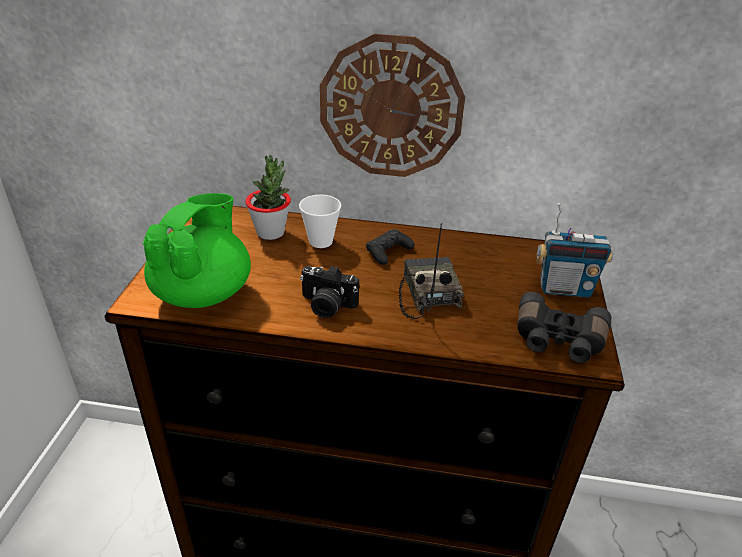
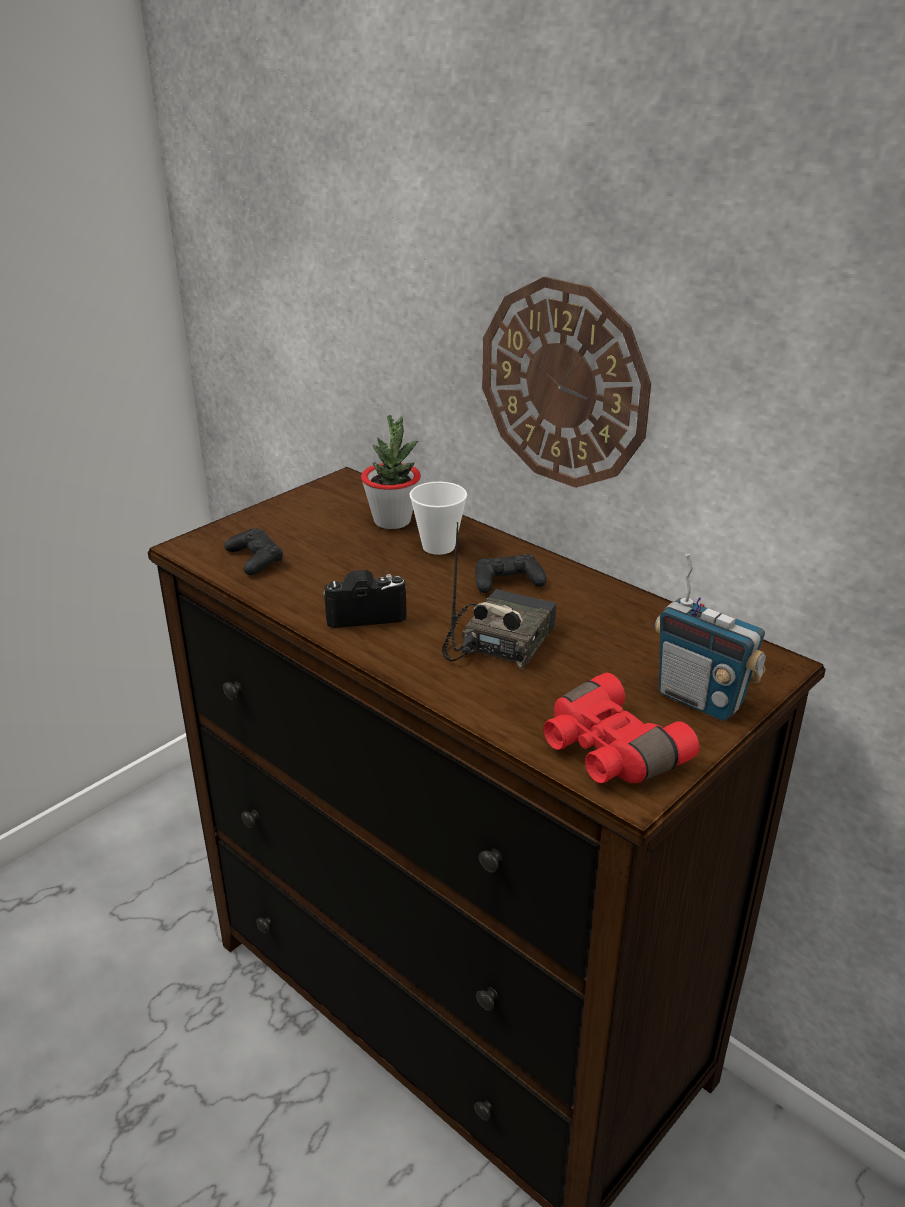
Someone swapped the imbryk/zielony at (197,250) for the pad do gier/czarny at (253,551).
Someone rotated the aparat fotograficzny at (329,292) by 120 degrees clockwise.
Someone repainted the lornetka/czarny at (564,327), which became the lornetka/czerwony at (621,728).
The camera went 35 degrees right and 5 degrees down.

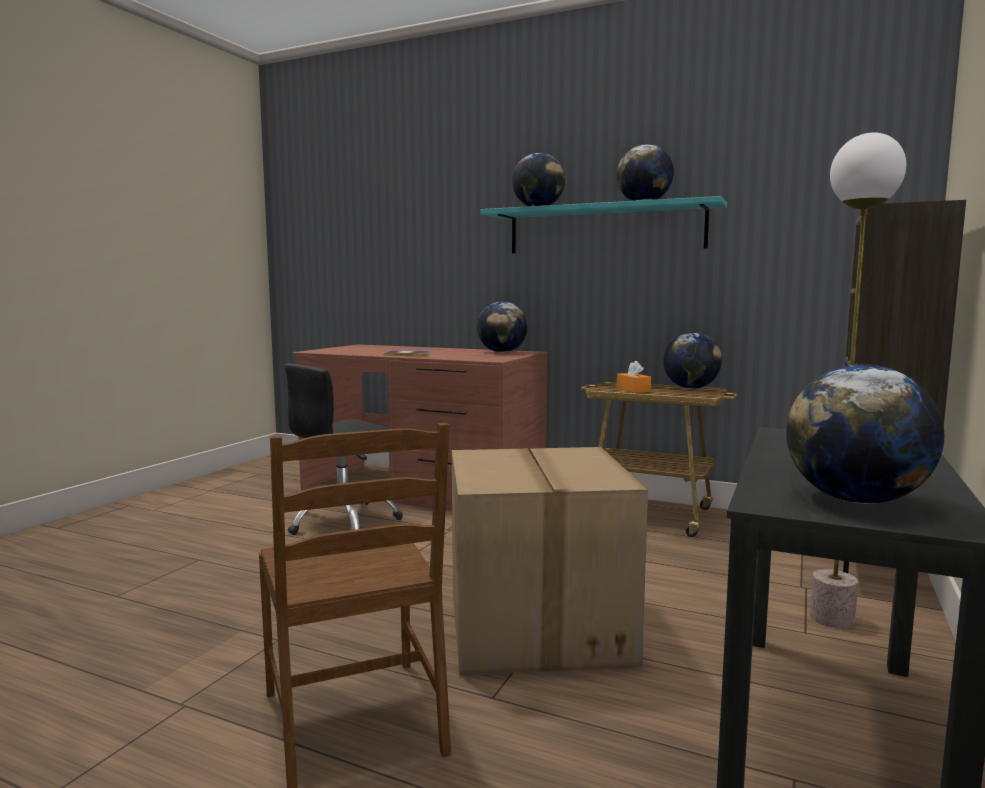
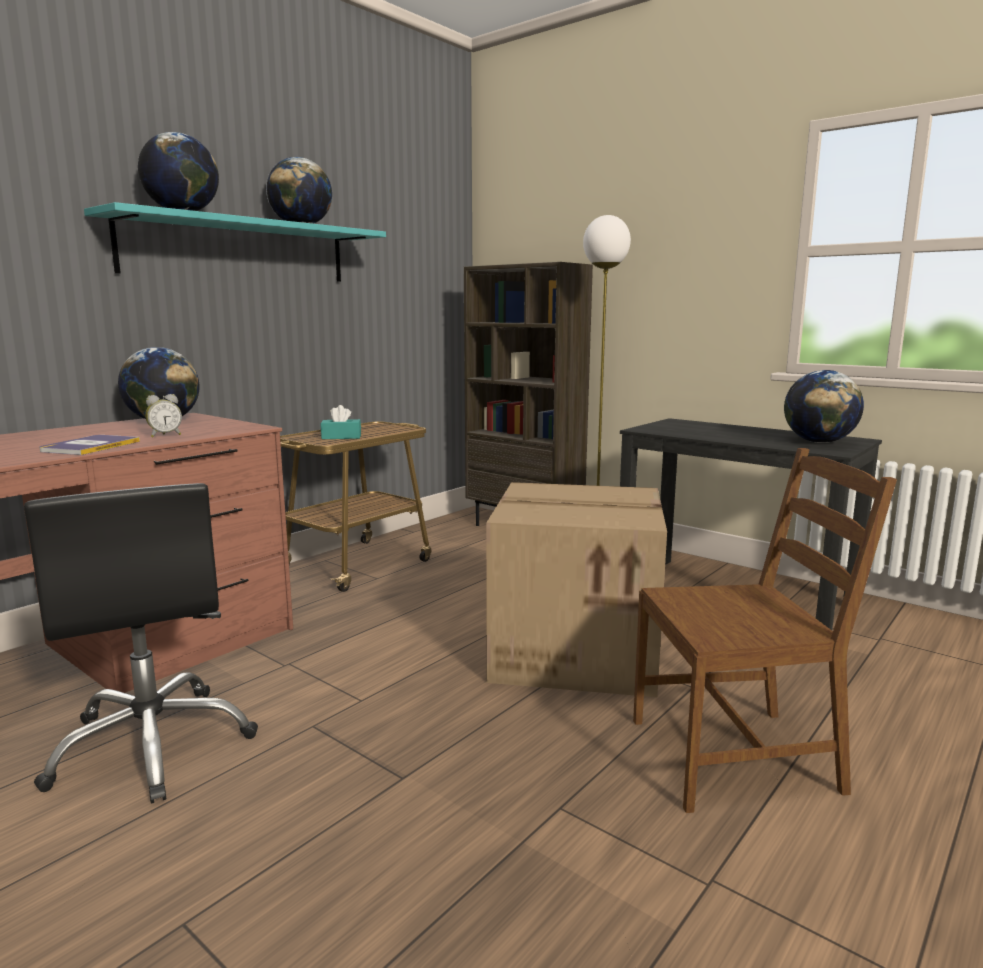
Someone repainted the pudełko chusteczek/pomarańczowy at (634,377), which became the pudełko chusteczek/turkusowy at (341,422).
Someone took away the globus at (692,360).
Someone put down the budzik at (163,415).
The camera went 75 degrees left and 5 degrees up.

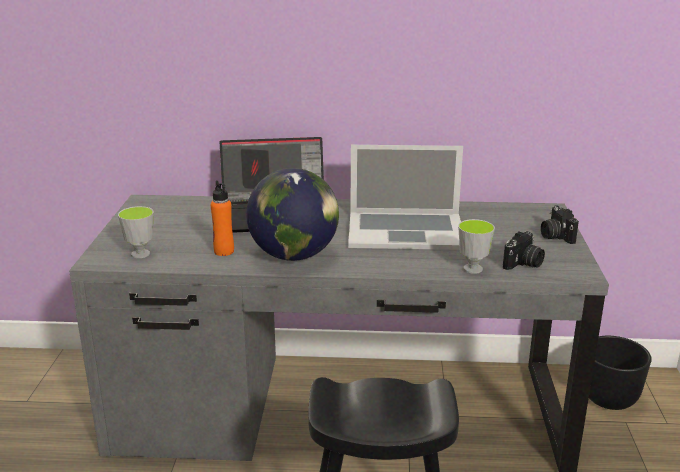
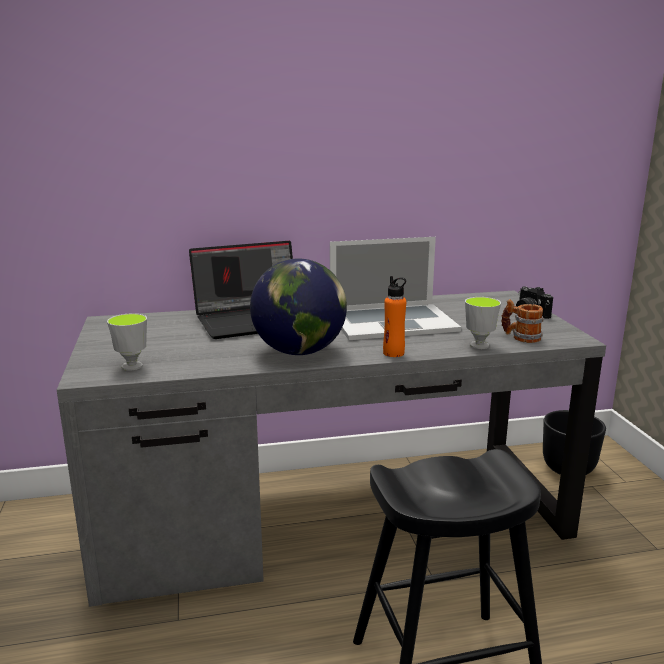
Someone carried the butelka/pomarańczowy from (222,218) to (394,316).
Someone swapped the aparat fotograficzny at (524,250) for the kubek at (522,321).
The camera went 15 degrees left and 5 degrees down.

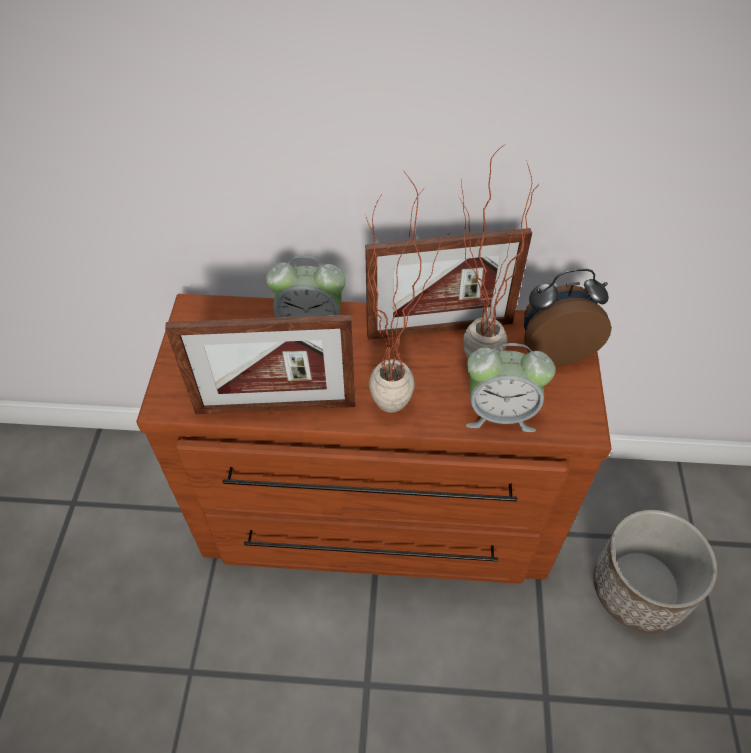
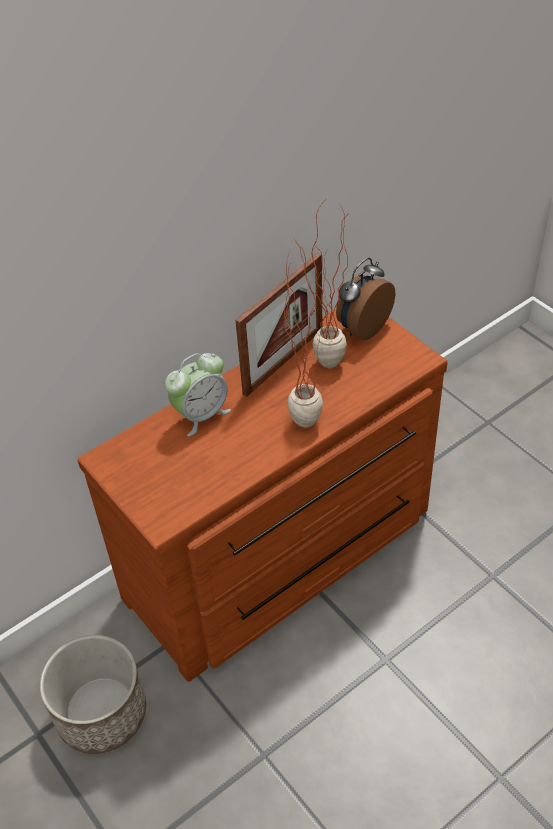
Someone took away the ramka na zdjęcie at (260,364).
Someone took away the budzik at (510,387).
Someone carried the donica from (655,571) to (93,694).
The camera went 40 degrees left and 5 degrees down.

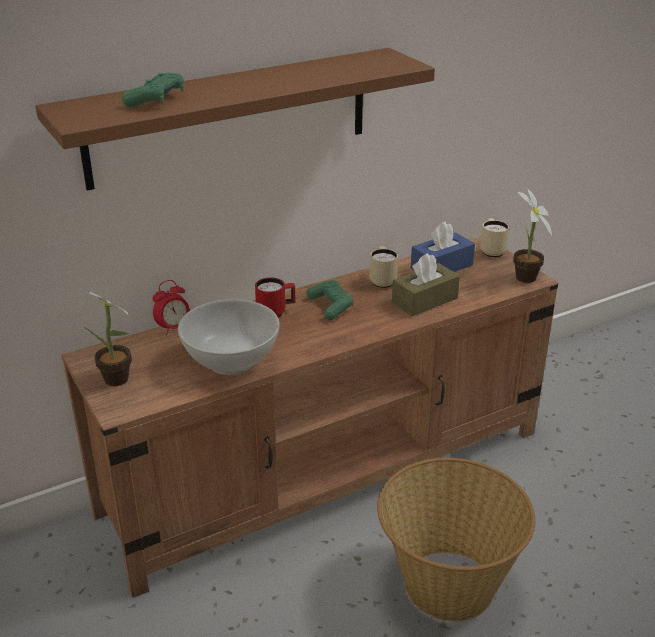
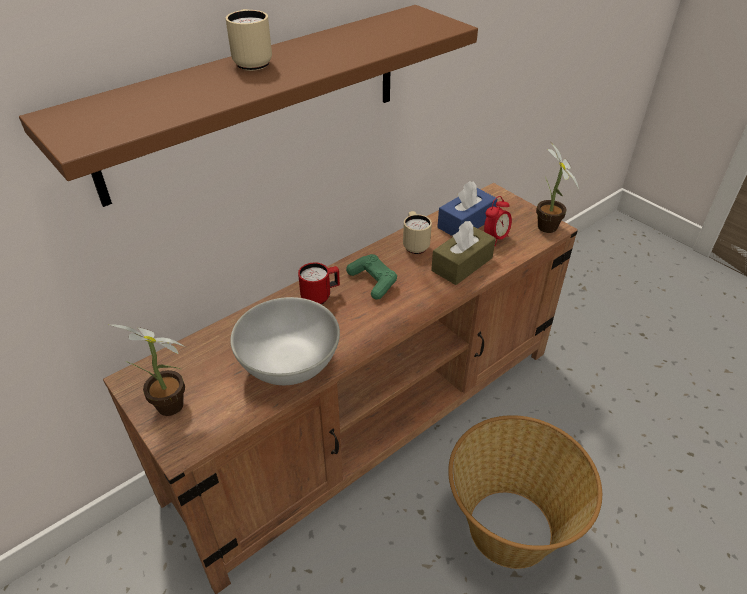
Someone took away the pad do gier/zielony at (153,90).
Someone carried the budzik from (171,308) to (498,221).
Someone carried the kubek/beżowy from (494,237) to (249,40).
The camera went 10 degrees left and 10 degrees up.

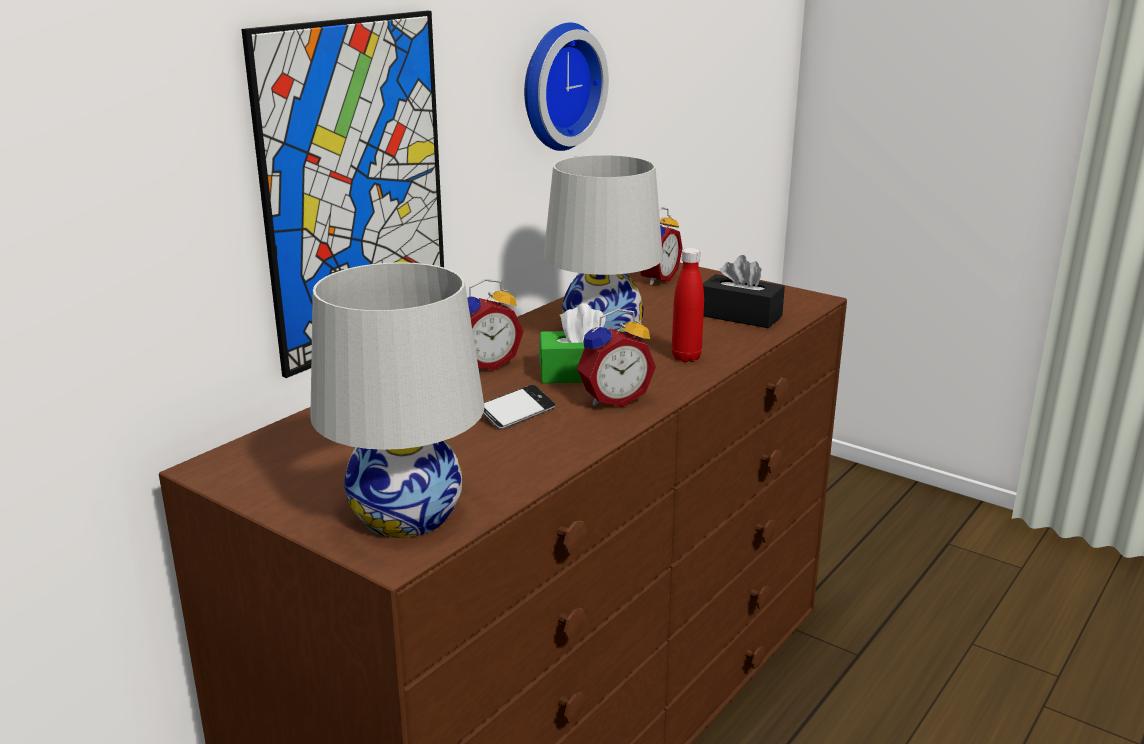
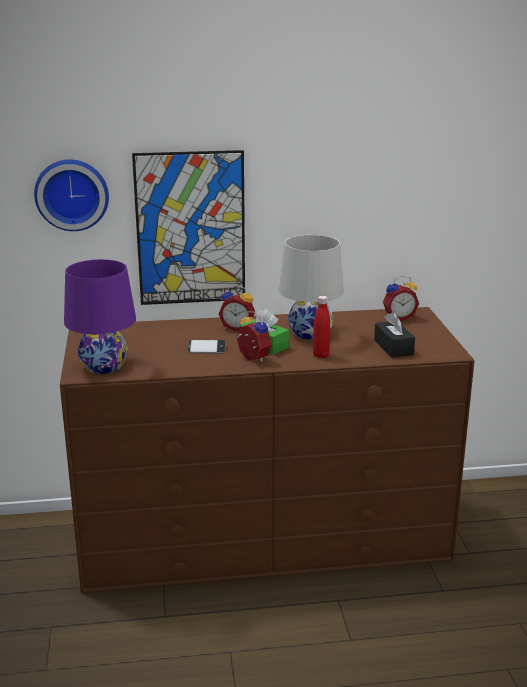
Someone repainted the lampa stołowa/biały at (397,400), which became the lampa stołowa/fioletowy at (100,316).
Someone carried the zegar ścienny from (566,86) to (71,195).
Someone rotated the budzik at (616,358) by 150 degrees counterclockwise.
The camera went 45 degrees right and 0 degrees up.

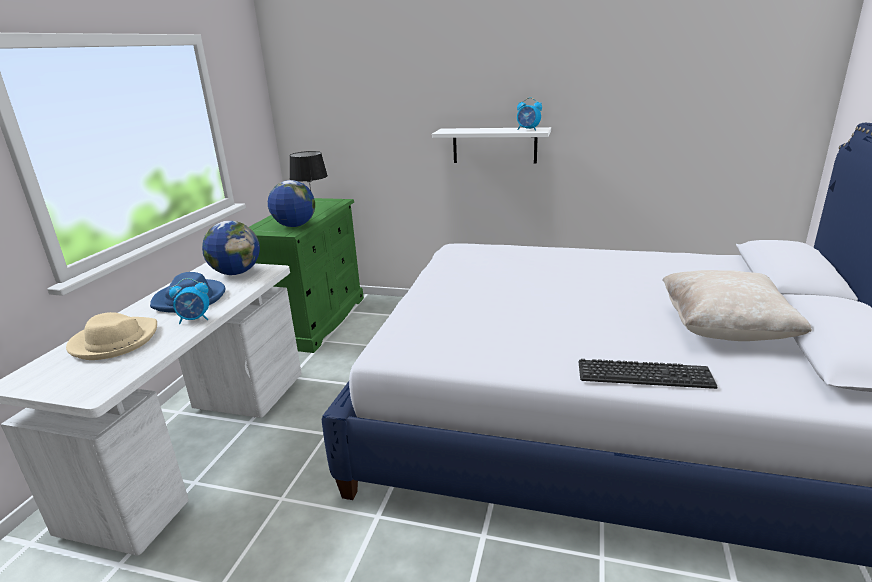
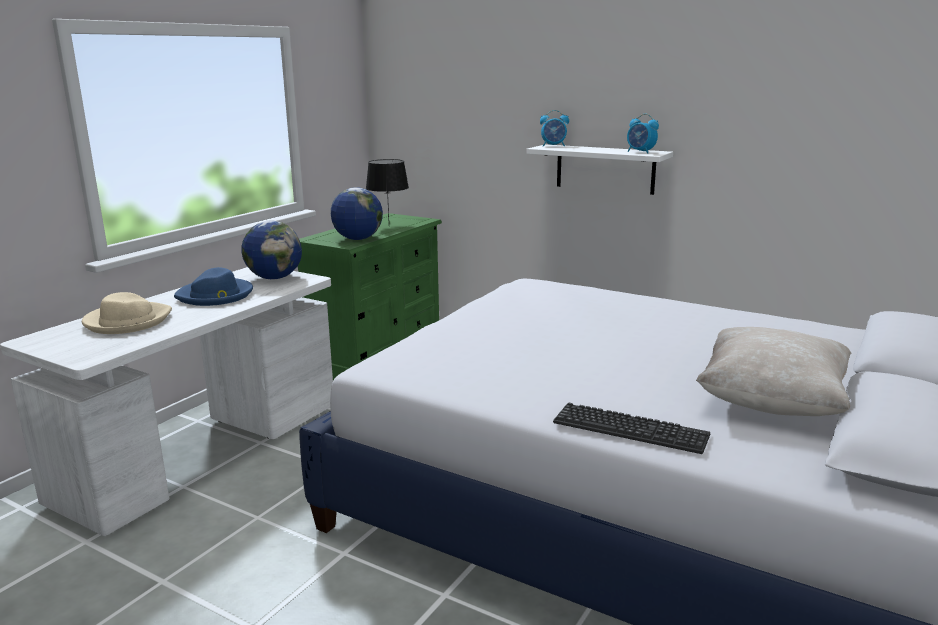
Someone carried the budzik from (189,301) to (554,128).
The camera went 15 degrees right and 5 degrees down.

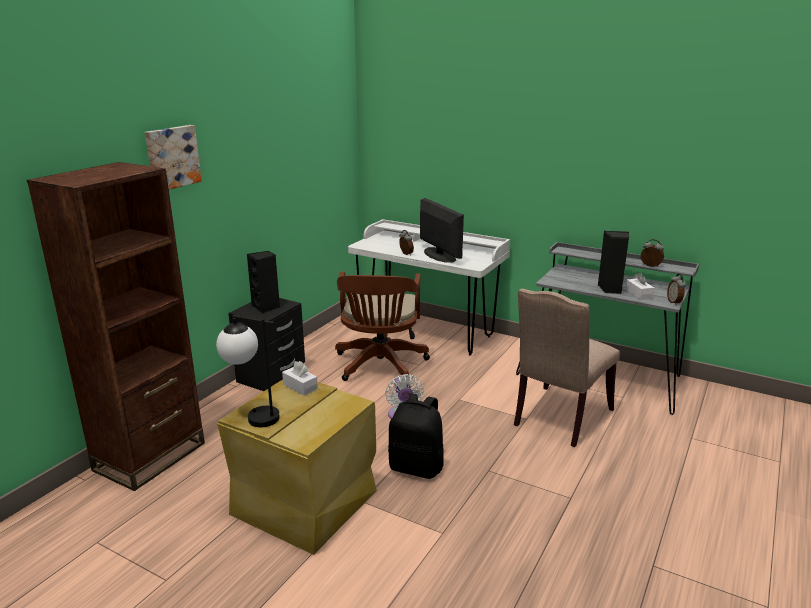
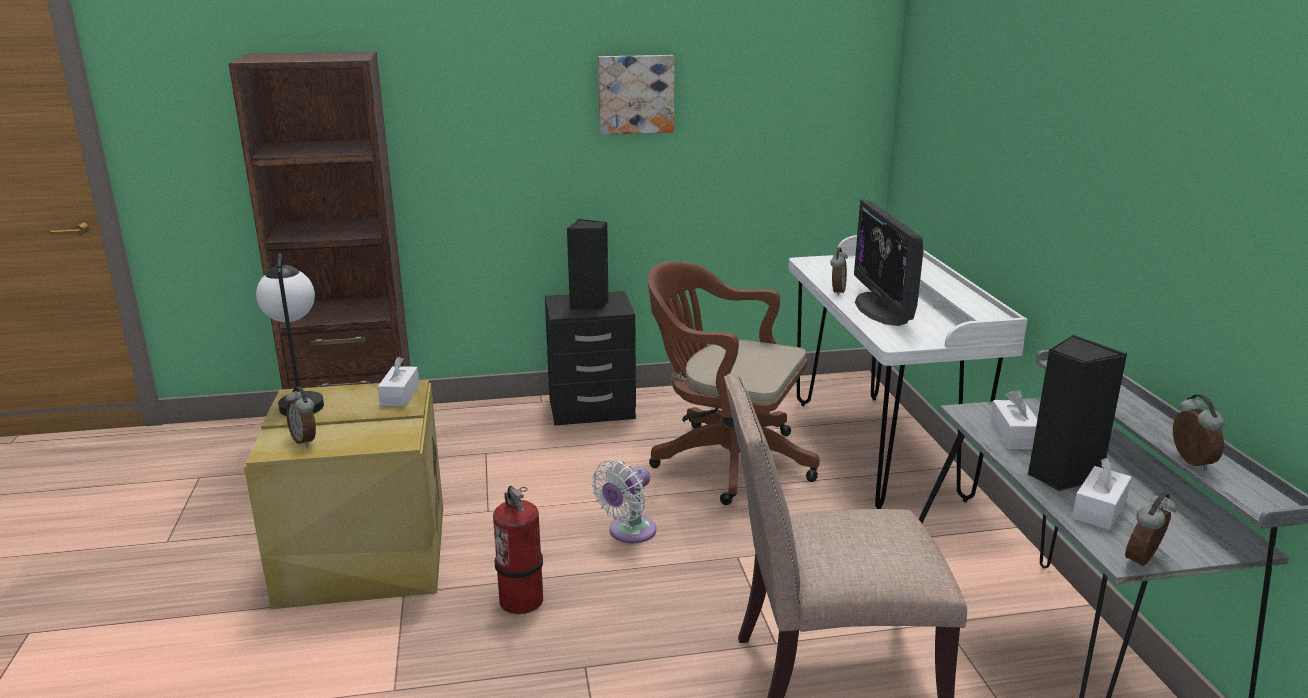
Someone carried the obraz from (173,157) to (636,95).
Someone rotated the krzesło biurowe/brązowy at (382,326) by 60 degrees clockwise.
Someone swapped the plecak/czarny at (416,436) for the gaśnica at (518,550).
Someone rotated the monitor at (442,230) by 150 degrees clockwise.
Someone put down the budzik at (301,416).
Someone put down the pudełko chusteczek/biały at (1013,420).
The camera went 50 degrees right and 0 degrees up.

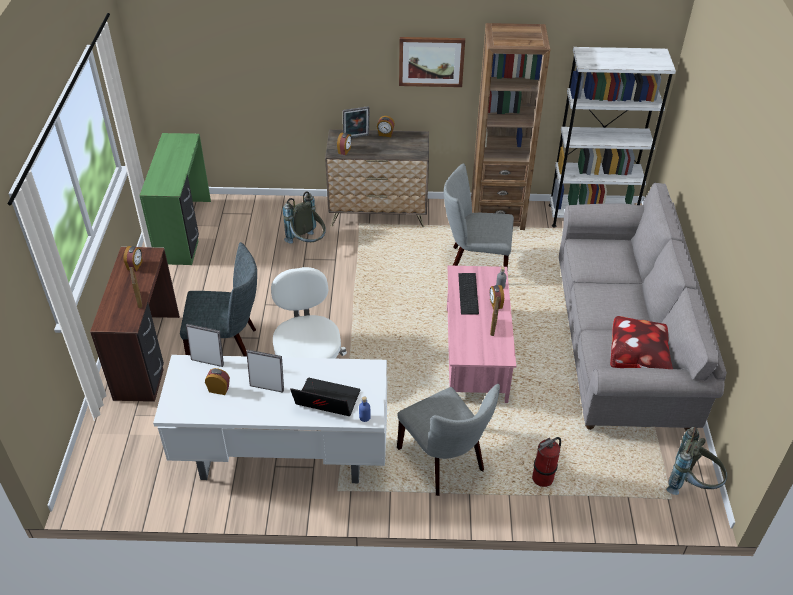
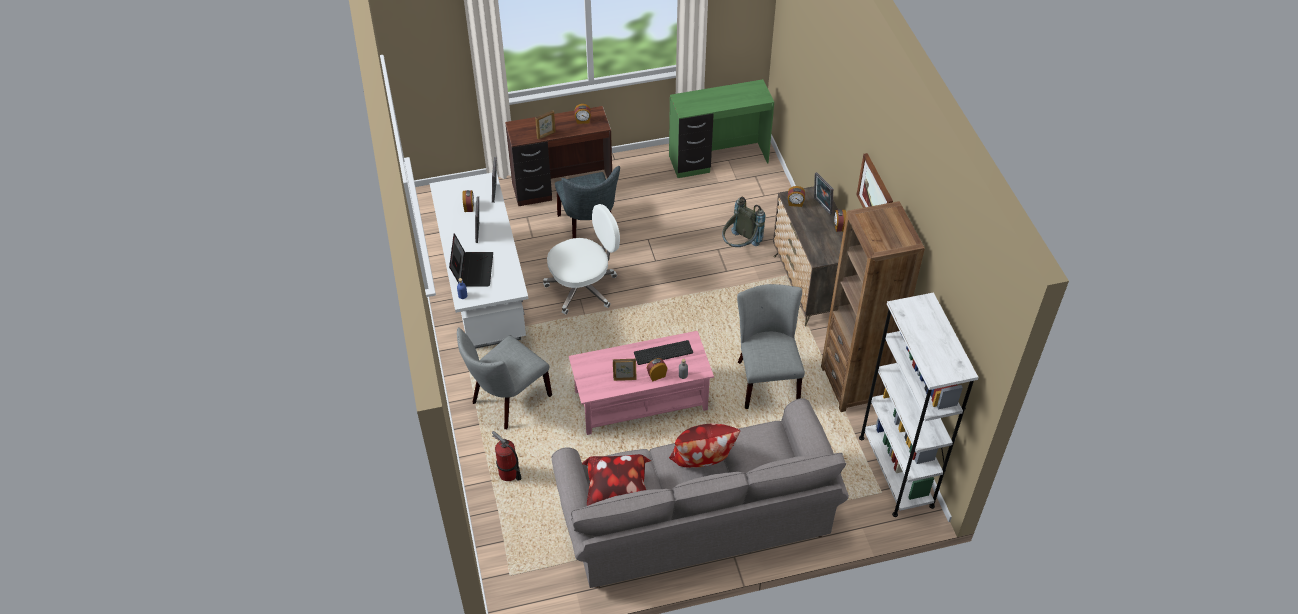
Someone took away the plecak/szary at (696,461).
Someone put down the poduszka at (704,445).
The camera went 75 degrees right and 5 degrees up.

